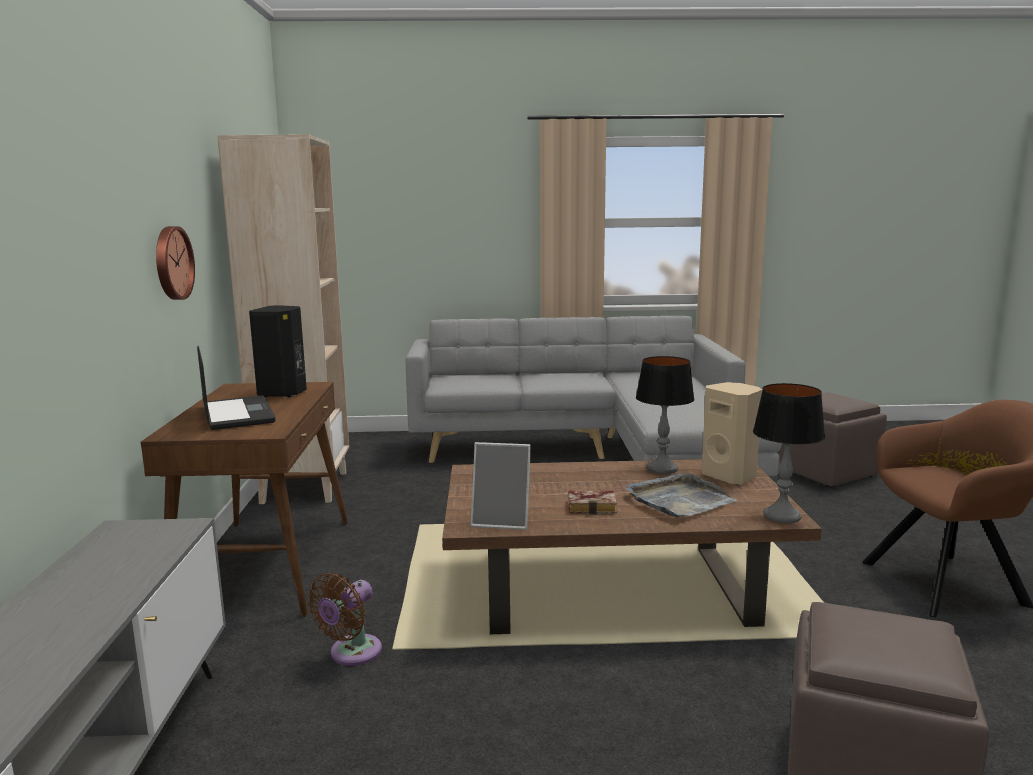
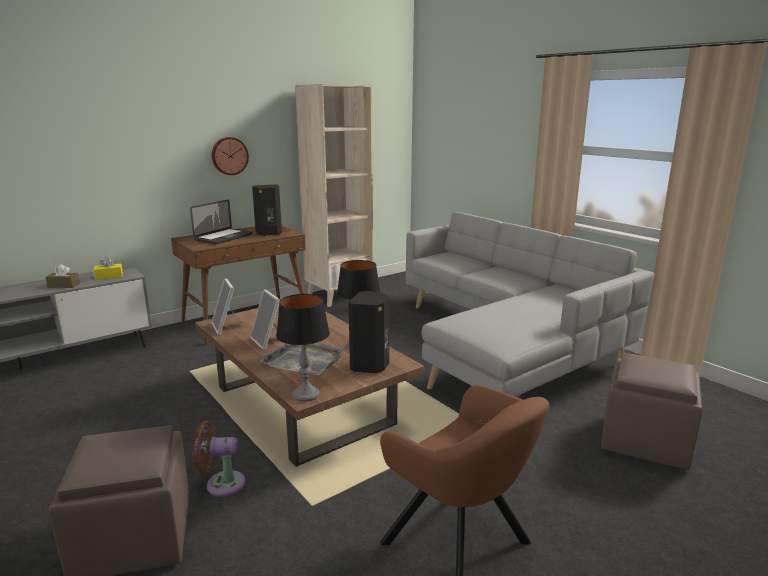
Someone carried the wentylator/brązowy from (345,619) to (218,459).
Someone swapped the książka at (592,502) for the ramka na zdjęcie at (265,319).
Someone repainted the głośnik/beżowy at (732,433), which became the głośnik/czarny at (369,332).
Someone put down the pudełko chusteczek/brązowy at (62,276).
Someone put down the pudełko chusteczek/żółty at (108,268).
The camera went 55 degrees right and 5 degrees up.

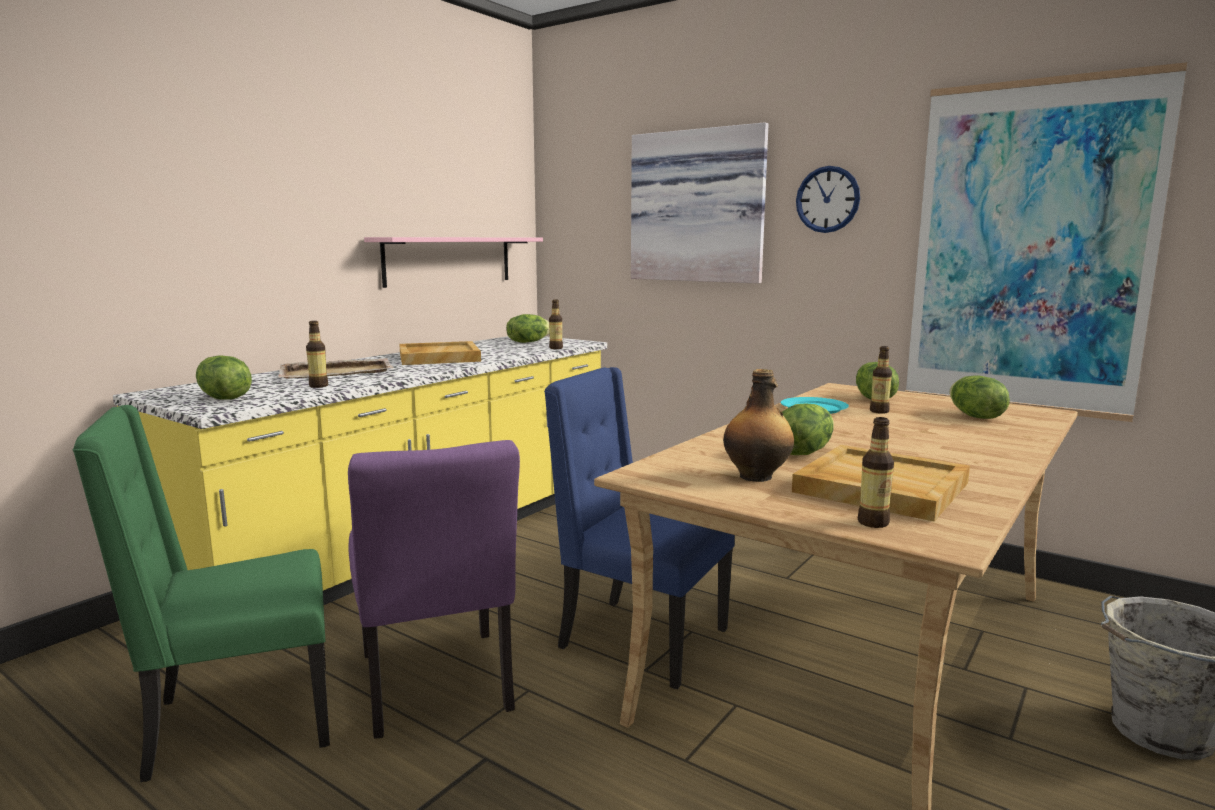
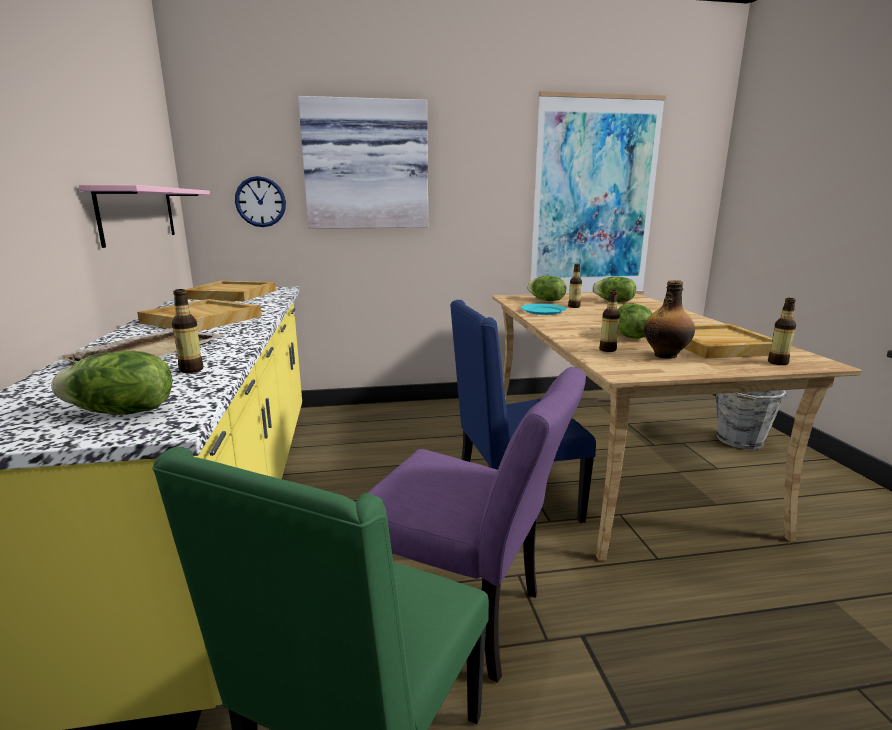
Someone swapped the sałata at (528,328) for the taca/beżowy at (230,291).
Someone carried the butelka from (556,324) to (609,321).
Someone carried the zegar ścienny from (828,199) to (260,201).
The camera went 45 degrees left and 5 degrees up.

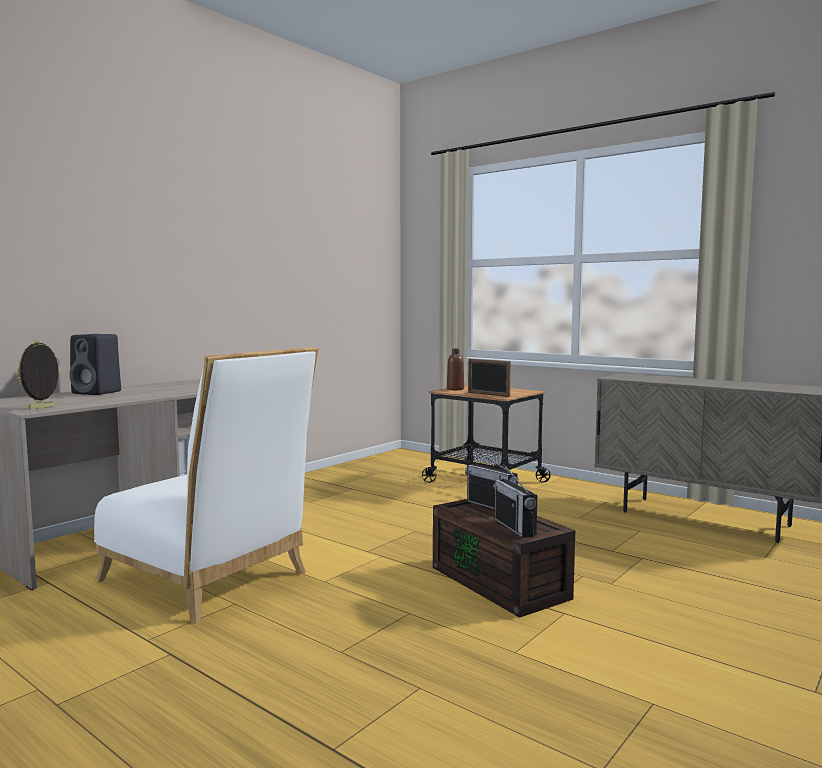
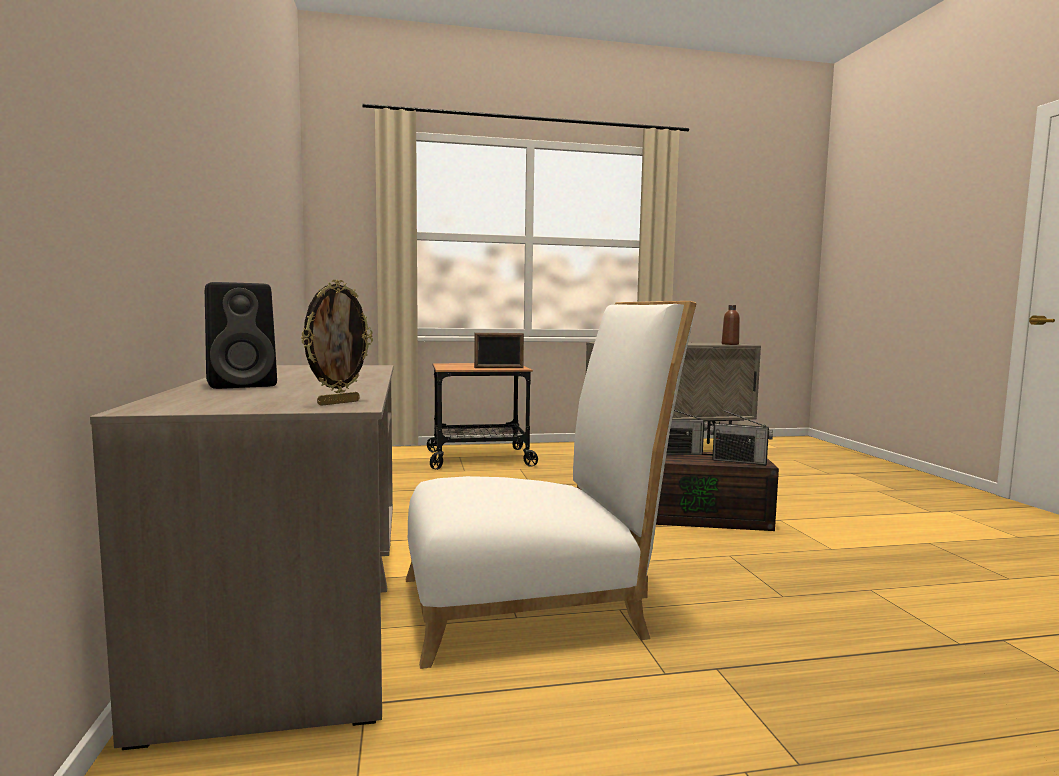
Someone rotated the ramka na zdjęcie at (38,375) by 120 degrees counterclockwise.
Someone carried the butelka/brązowy from (455,369) to (731,325).
The camera went 50 degrees left and 0 degrees up.

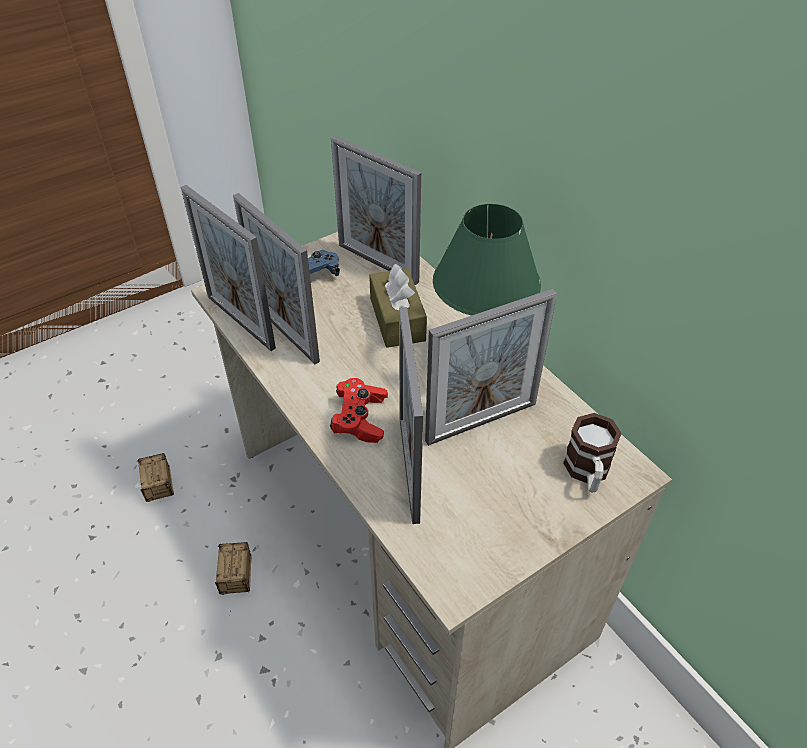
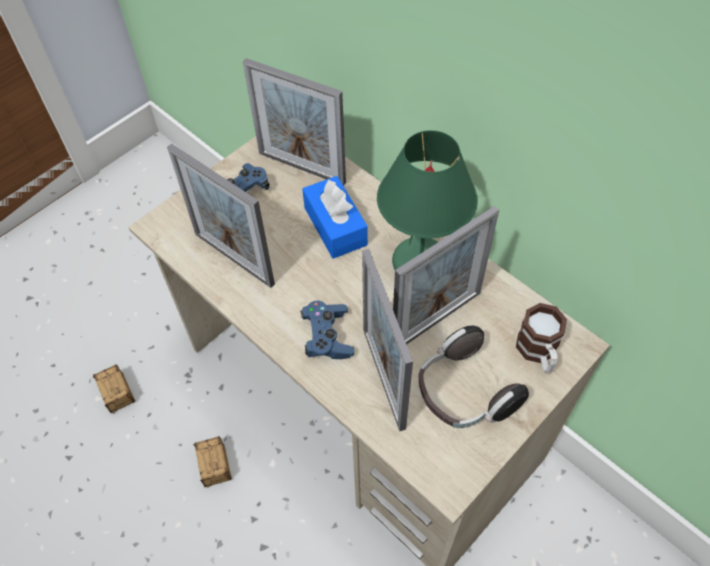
Someone took away the ramka na zdjęcie at (228,268).
Someone repainted the pad do gier/czerwony at (359,410), which became the pad do gier/niebieski at (327,330).
Someone repainted the pudełko chusteczek/brązowy at (398,306), which became the pudełko chusteczek/niebieski at (335,217).
Someone put down the słuchawki at (473,376).
The camera went 10 degrees left and 10 degrees up.

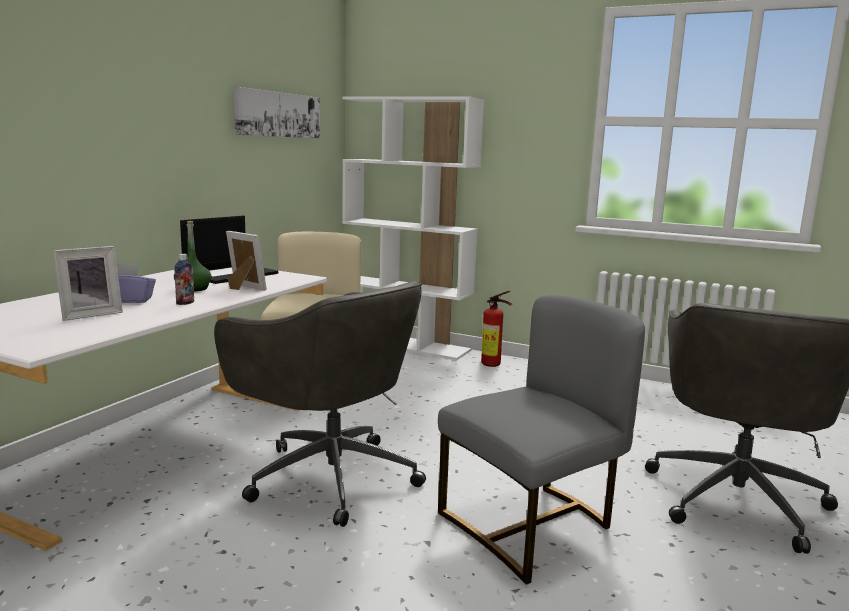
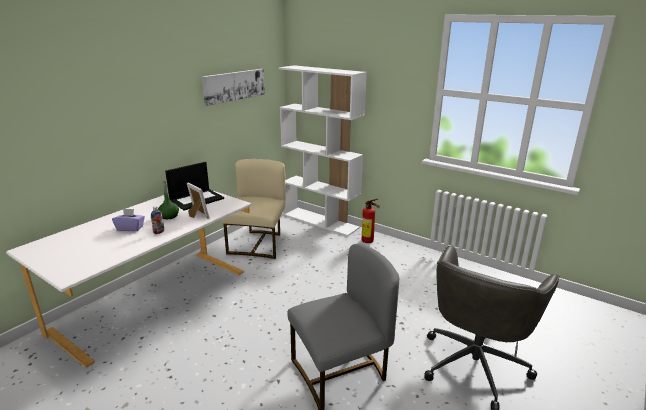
Someone took away the ramka na zdjęcie at (88,283).
Someone took away the krzesło biurowe/szary at (320,404).
The camera went 10 degrees right and 10 degrees up.

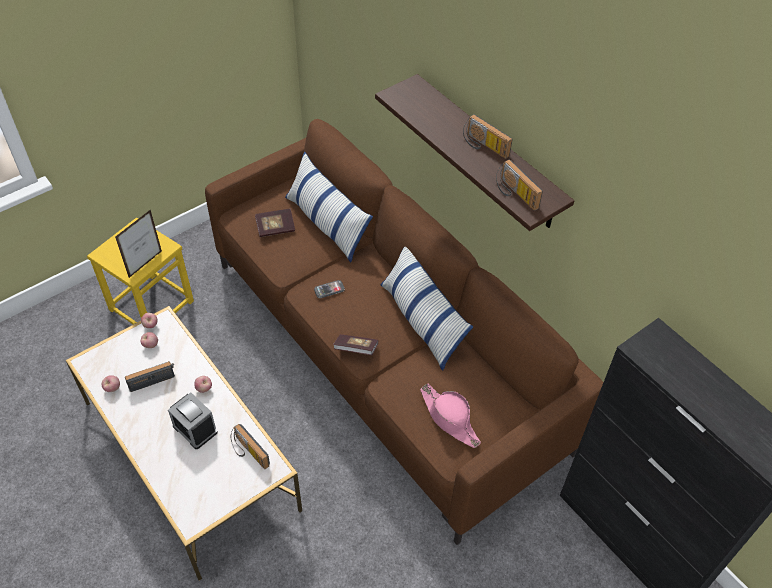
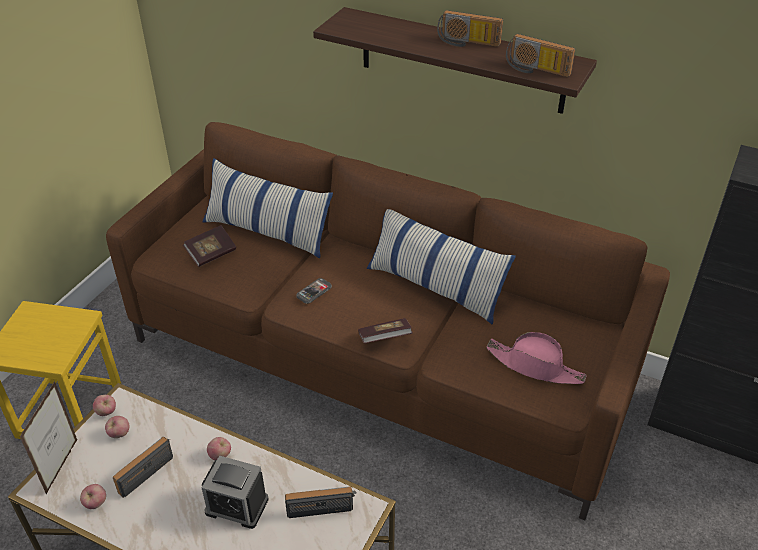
Someone carried the ramka na zdjęcie from (138,243) to (48,437).
Someone rotated the radio at (250,446) by 150 degrees clockwise.
The camera went 25 degrees left and 10 degrees down.

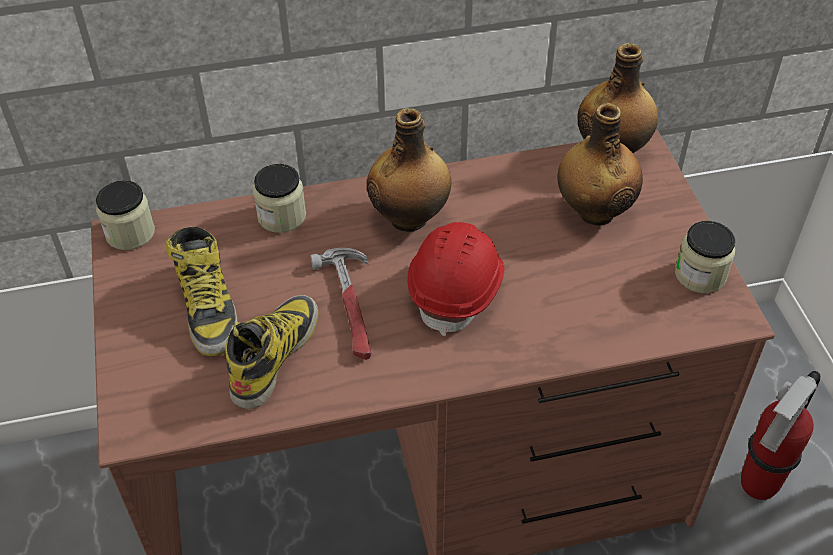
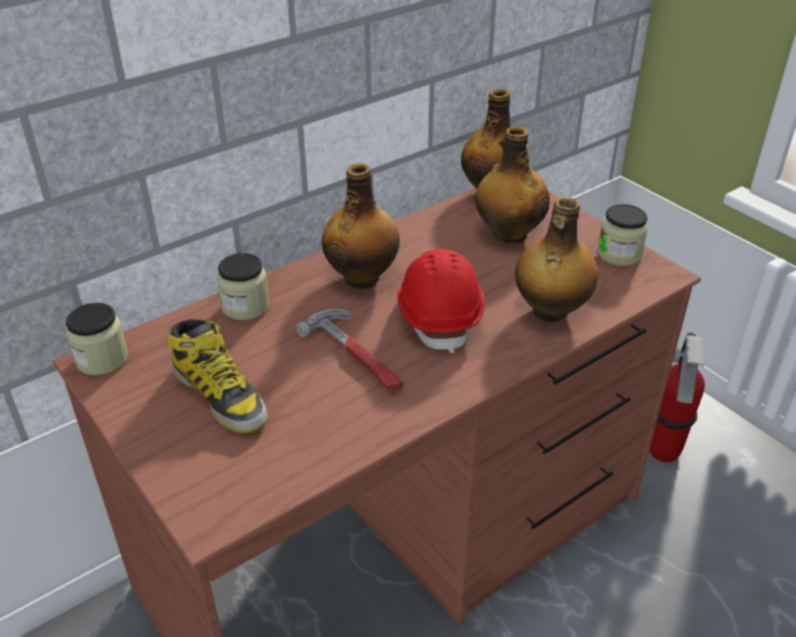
Someone took away the but z cholewką at (271,352).
Someone put down the butelka at (556,259).
The camera went 25 degrees left and 10 degrees down.

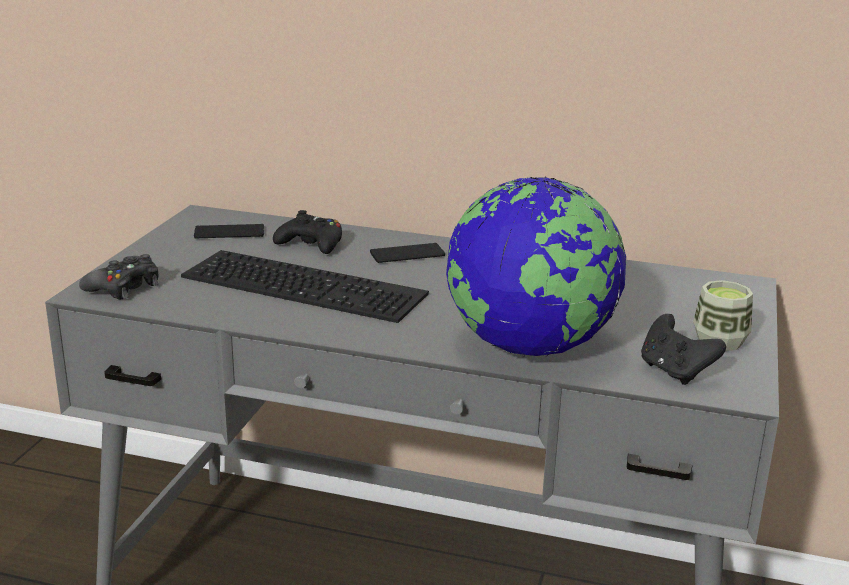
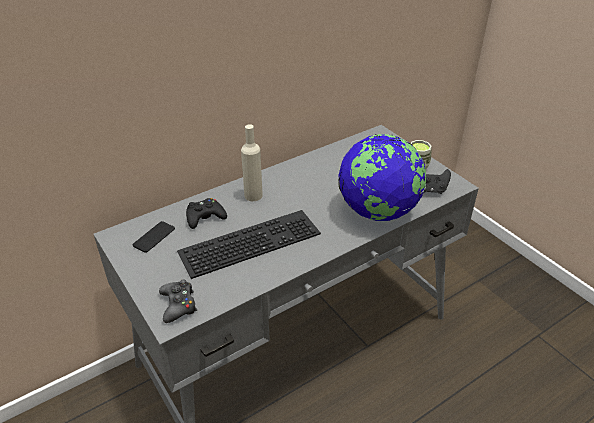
Someone swapped the telefon at (407,253) for the butelka/beżowy at (252,162).
The camera went 50 degrees left and 15 degrees up.

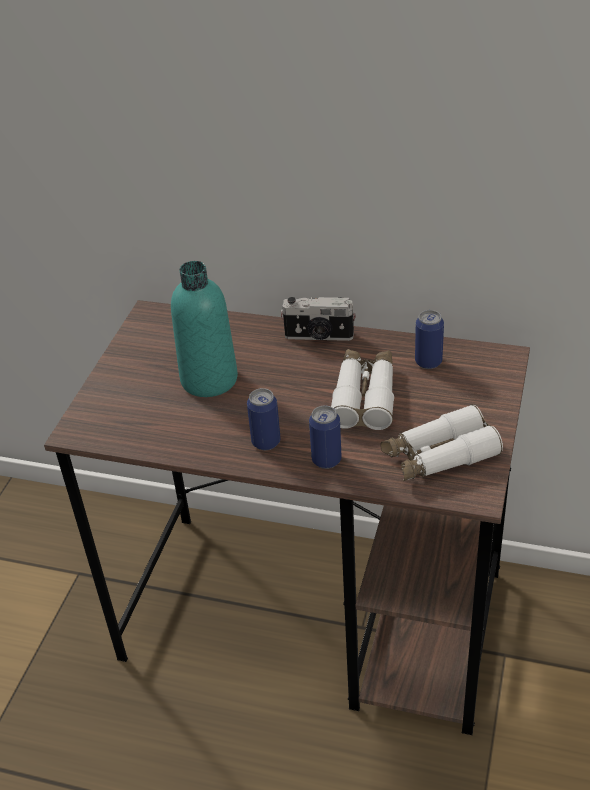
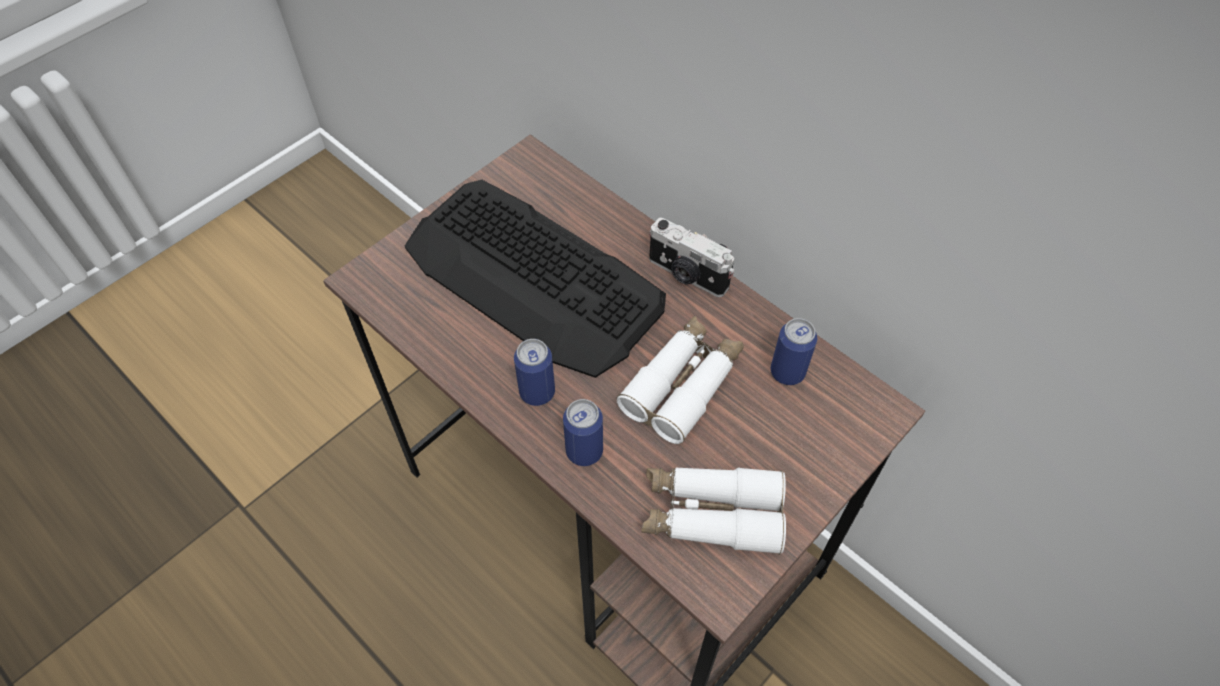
Someone swapped the butelka/turkusowy at (204,329) for the klawiatura at (535,279).
The camera went 25 degrees right and 15 degrees up.

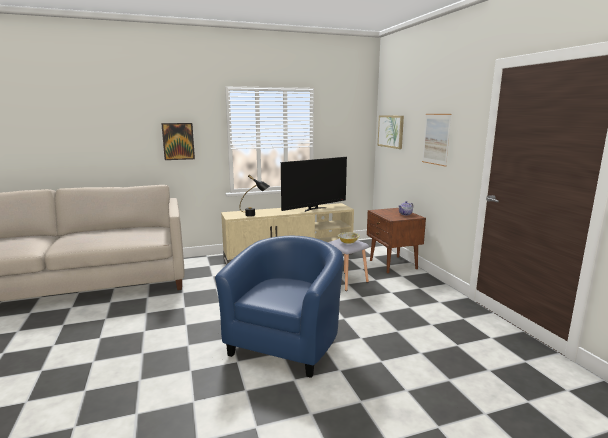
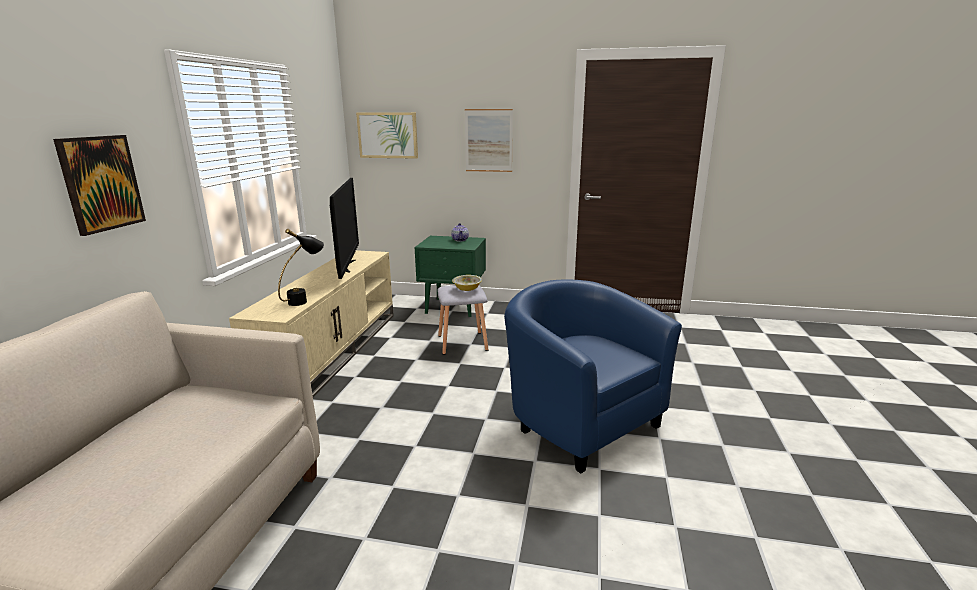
Someone repainted the szafka nocna/brązowy at (396,240), which became the szafka nocna/zielony at (450,276).
The camera went 60 degrees left and 5 degrees up.

